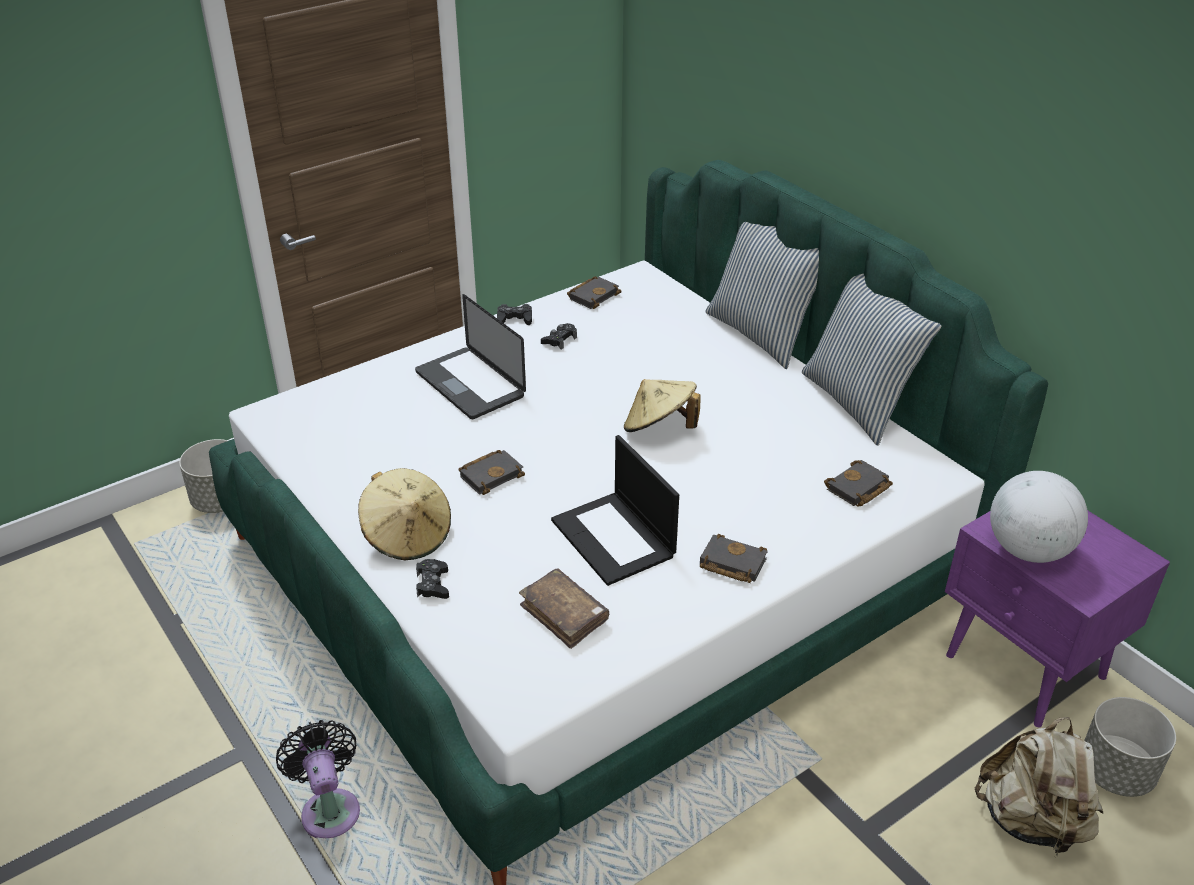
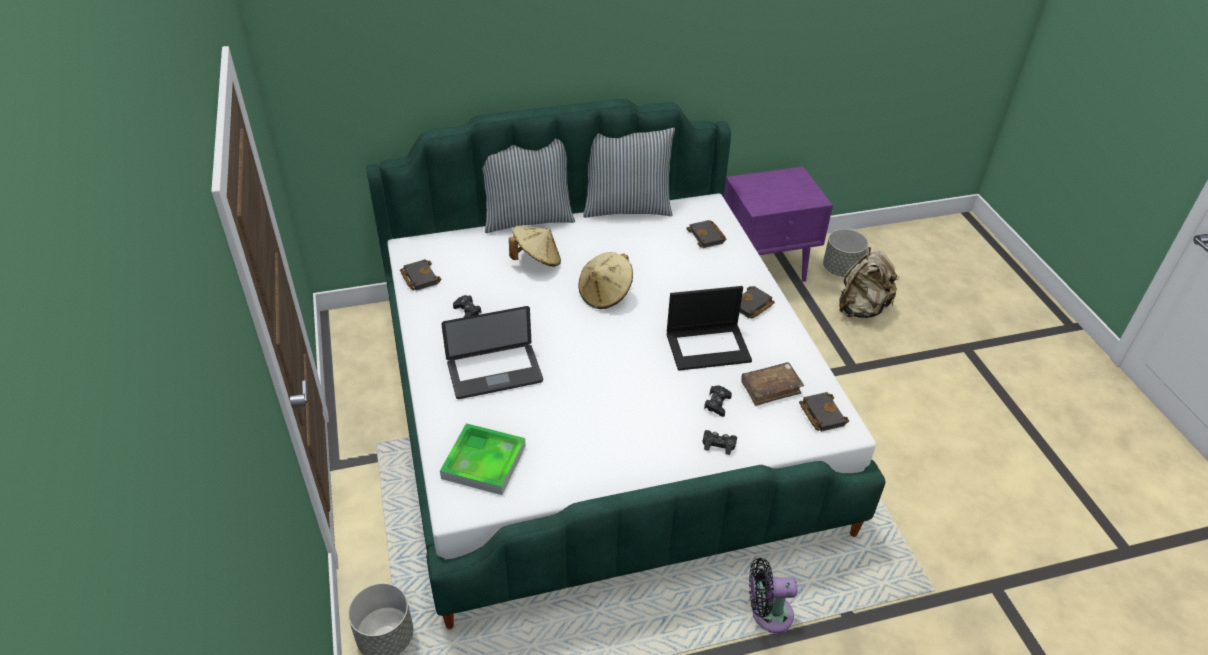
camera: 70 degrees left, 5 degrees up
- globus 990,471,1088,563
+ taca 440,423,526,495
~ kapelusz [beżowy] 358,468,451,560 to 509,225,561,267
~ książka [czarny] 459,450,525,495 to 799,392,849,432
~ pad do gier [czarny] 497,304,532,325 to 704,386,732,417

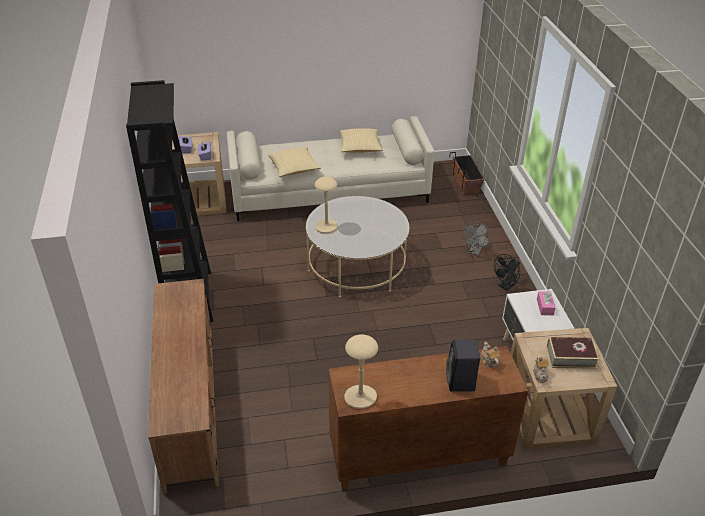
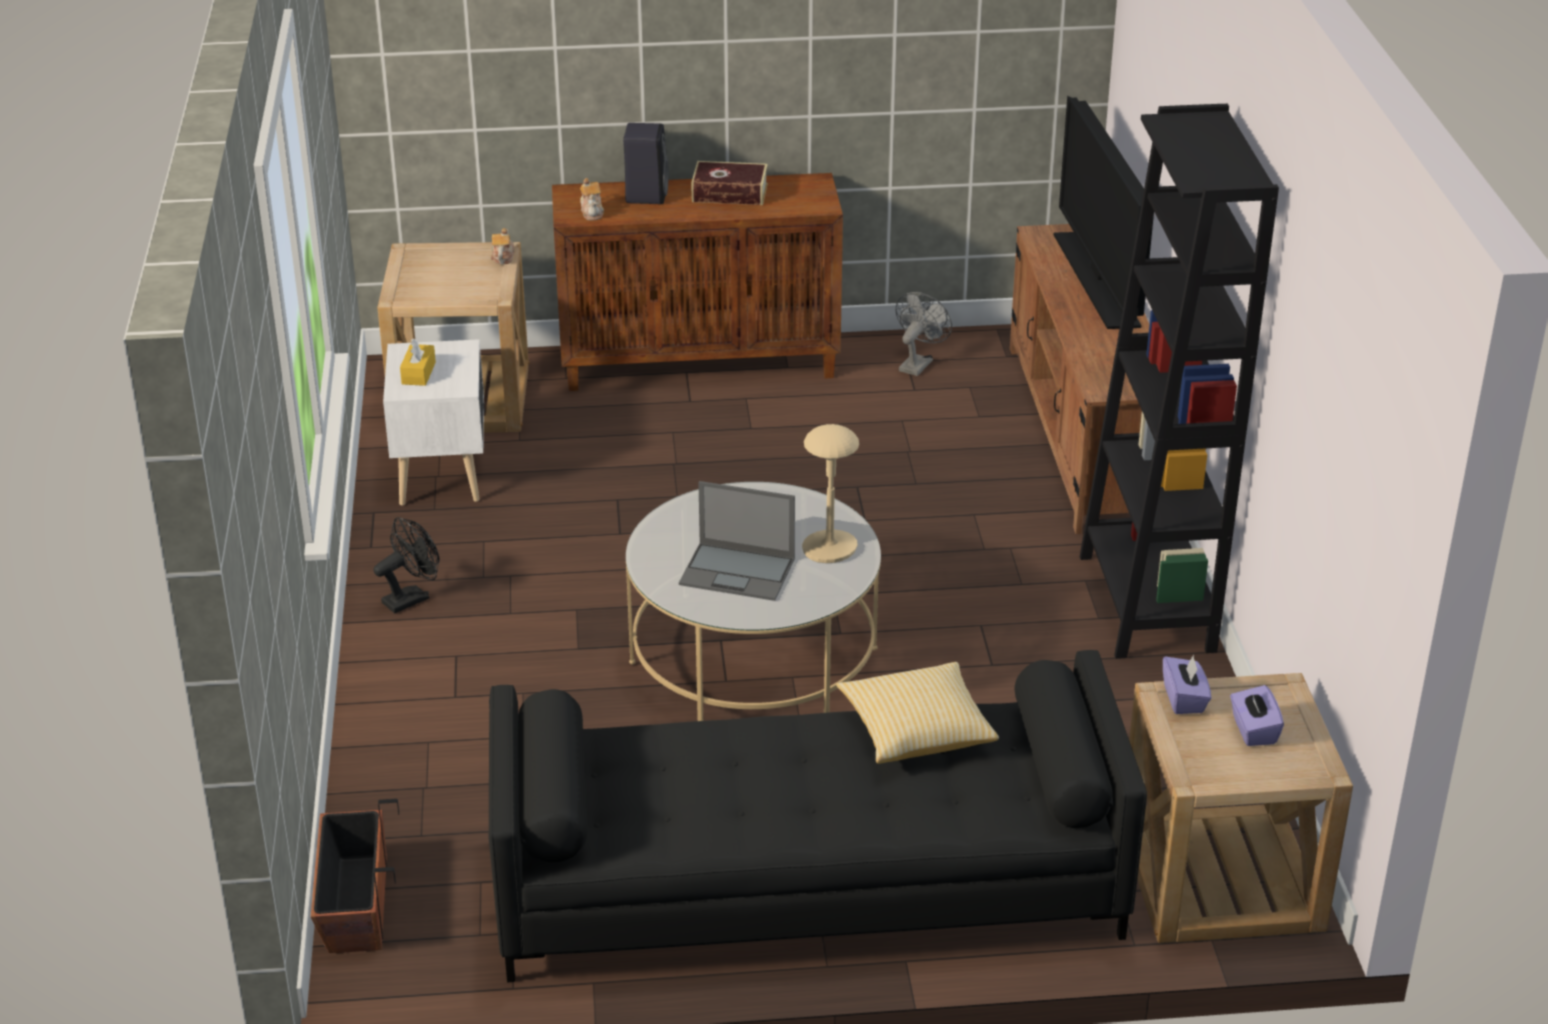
camera: 175 degrees left, 5 degrees down
- poduszka 339,128,383,153
- lampa stołowa [beżowy] 344,335,378,409
+ laptop 679,481,795,601
+ telewizor 1054,96,1154,329
~ wentylator [szary] 462,222,491,256 to 896,292,952,376
~ książka 547,337,599,369 to 692,161,768,205
~ kanapa [beżowy] 226,116,434,221 to kanapa [czarny] 488,650,1147,982
~ pudełko chusteczek [różowy] 537,290,555,315 to pudełko chusteczek [żółty] 400,338,436,386

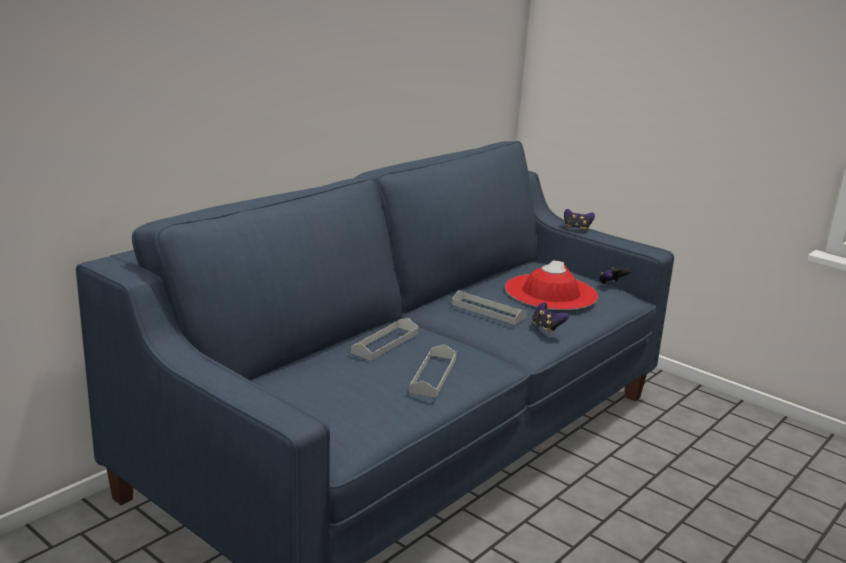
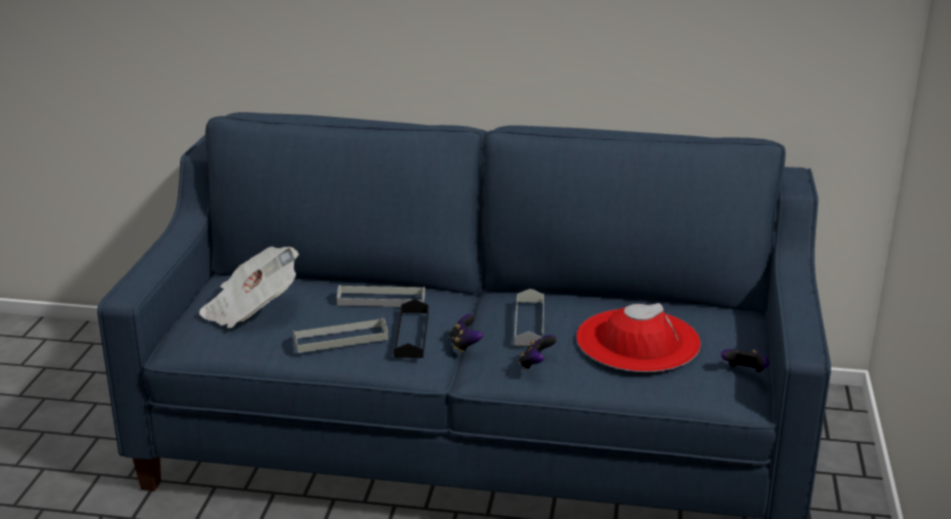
camera: 60 degrees right, 5 degrees up
+ gazeta 199,246,299,329
+ taca [czarny] 394,299,429,358
~ pad do gier 564,209,595,231 to 449,314,483,353

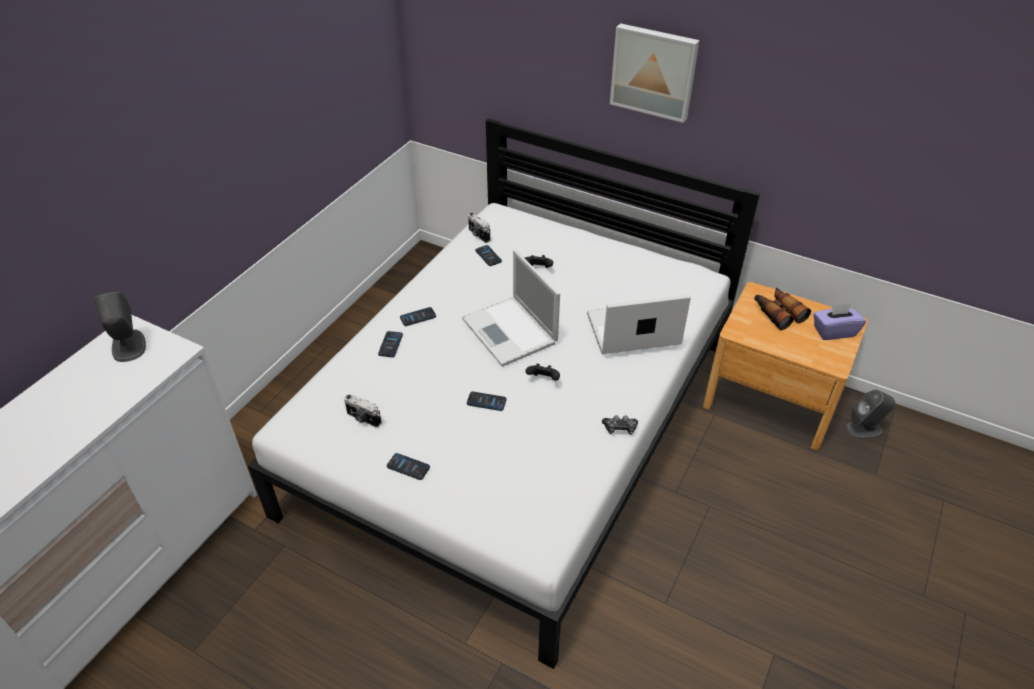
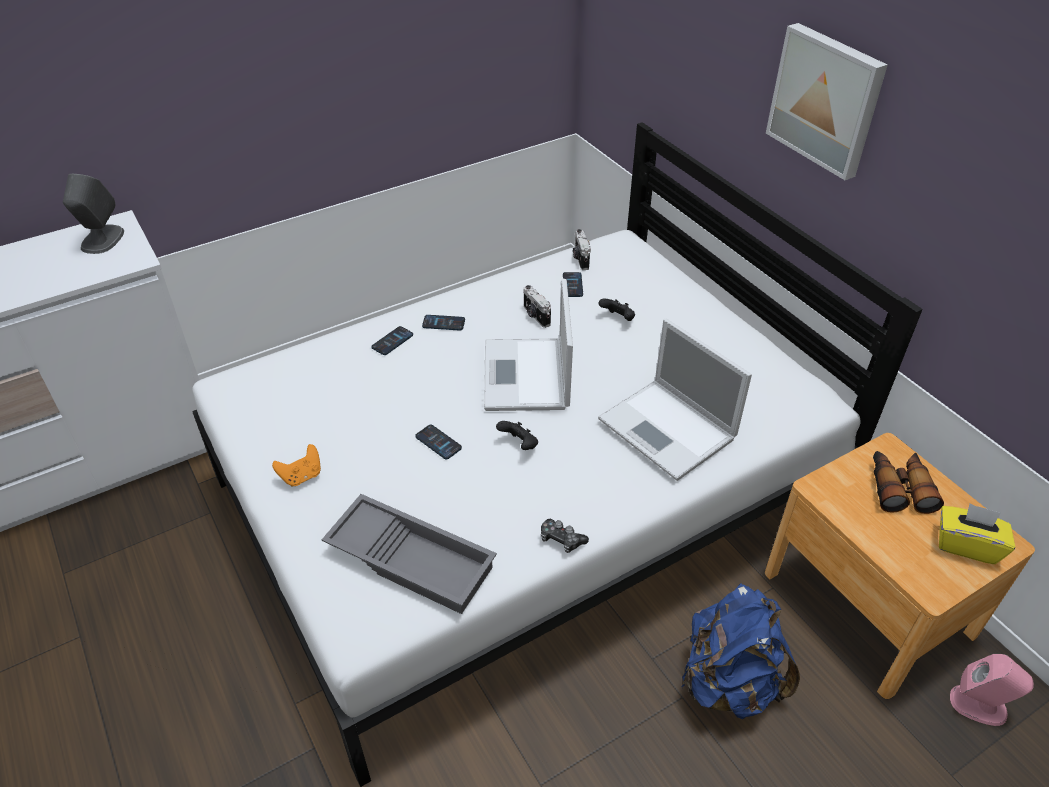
camera: 30 degrees right, 0 degrees up
+ taca [szary] 322,494,497,614
+ plecak [niebieski] 681,584,800,719
~ aparat fotograficzny 344,394,382,427 to 523,285,551,328
~ telefon 387,453,430,480 to pad do gier [pomarańczowy] 272,444,321,487
~ pudełko chusteczek [fioletowy] 813,303,866,340 to pudełko chusteczek [żółty] 939,503,1015,564
~ głośnik [szary] 846,389,896,439 to głośnik [różowy] 950,654,1034,726
~ laptop 587,294,691,354 = 598,319,752,481 150 degrees counterclockwise

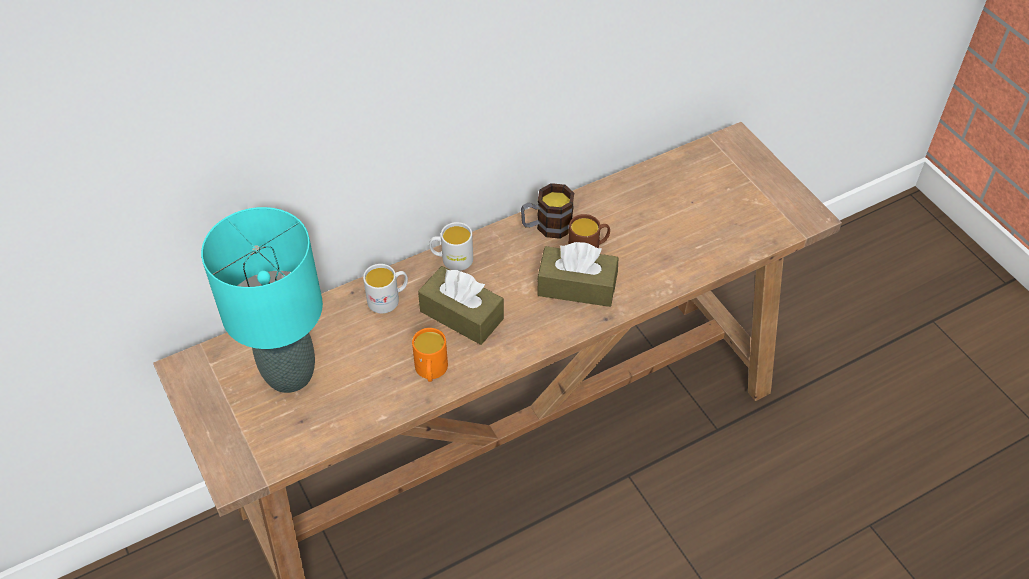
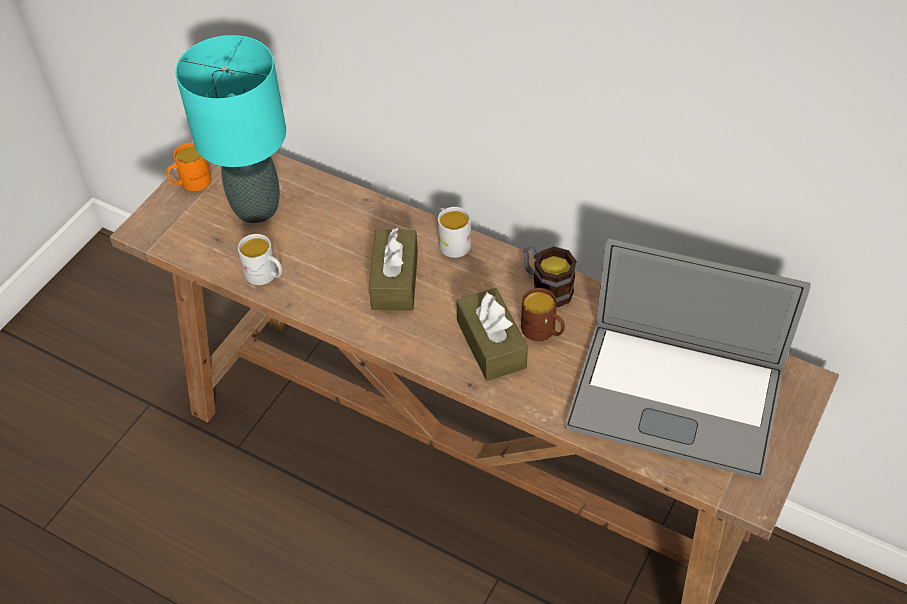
camera: 60 degrees right, 0 degrees up
+ laptop 565,238,810,479
~ kubek [biały] 363,264,408,314 to 238,234,282,285
~ kubek [pomarańczowy] 412,328,448,382 to 166,143,212,191

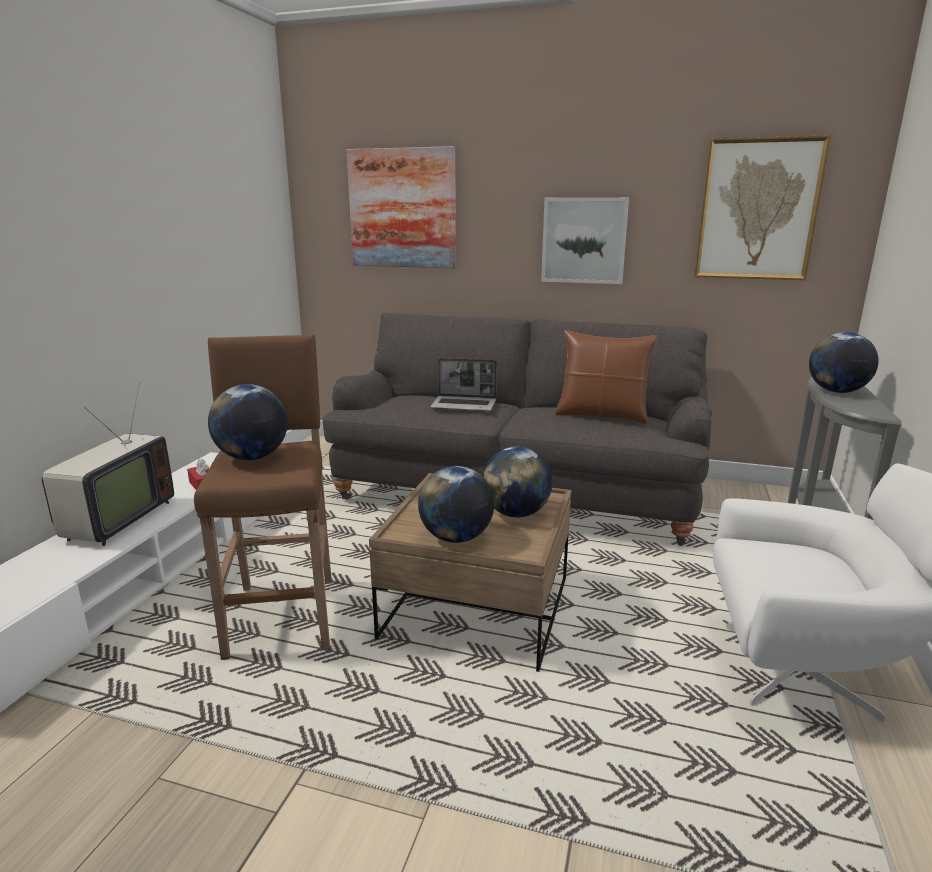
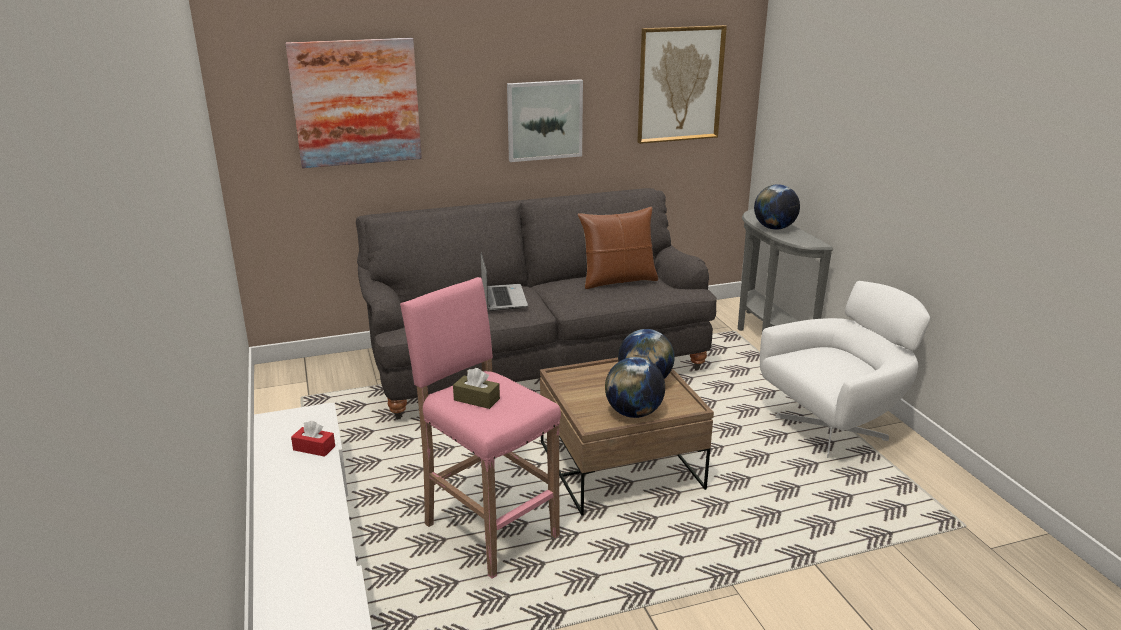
camera: 35 degrees left, 5 degrees up
- telewizor 42,383,174,546
~ globus 208,384,288,460 to pudełko chusteczek [brązowy] 453,368,500,409
~ stołek [brązowy] 194,335,332,660 to stołek [różowy] 400,277,561,579
~ laptop 430,358,497,412 = 481,252,528,311 75 degrees counterclockwise

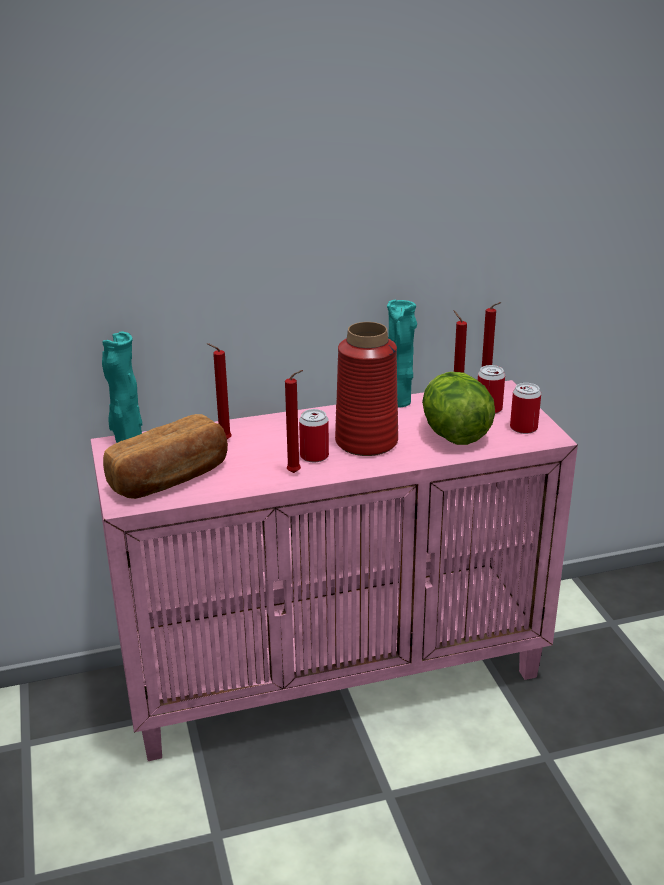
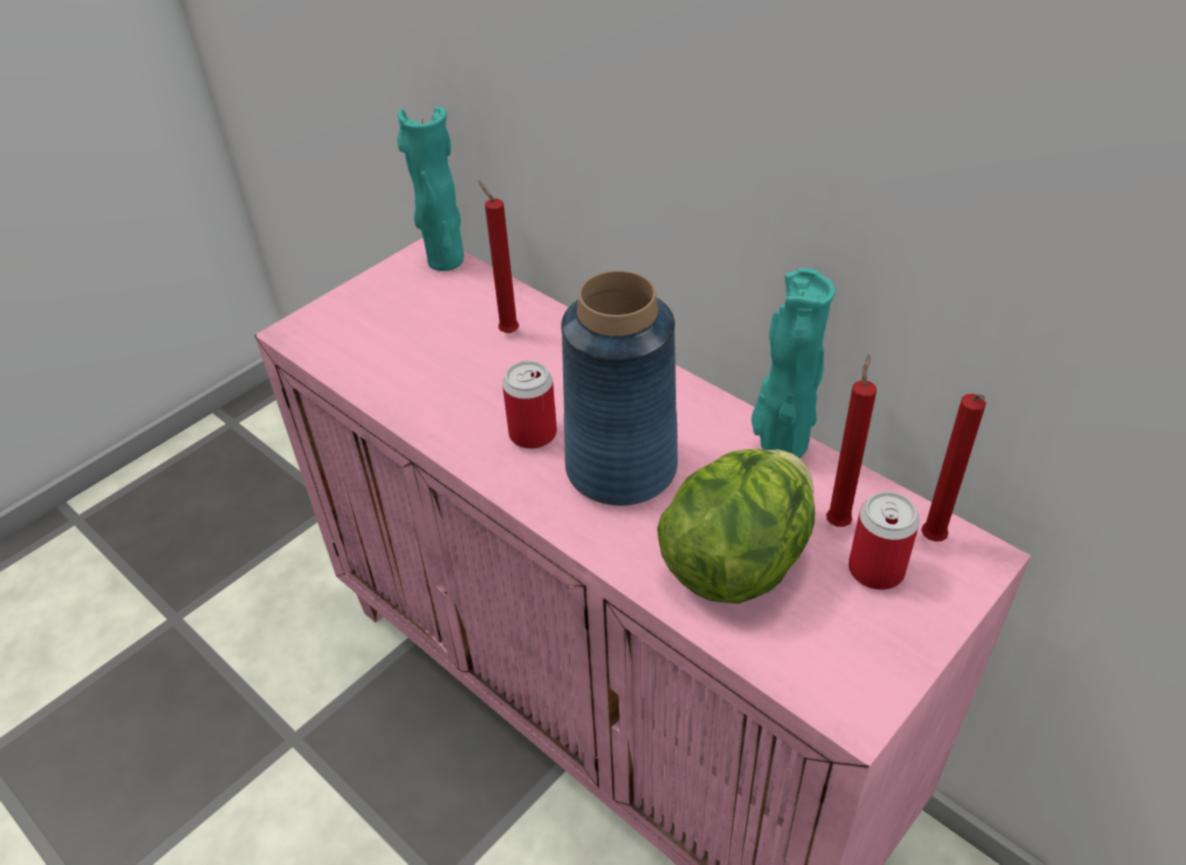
camera: 60 degrees right, 15 degrees up
- chleb 103,414,228,499
- świeca [czerwony] 285,370,303,473
- puszka 510,383,541,434
~ wazon [czerwony] 335,322,398,456 to wazon [niebieski] 561,270,678,506

